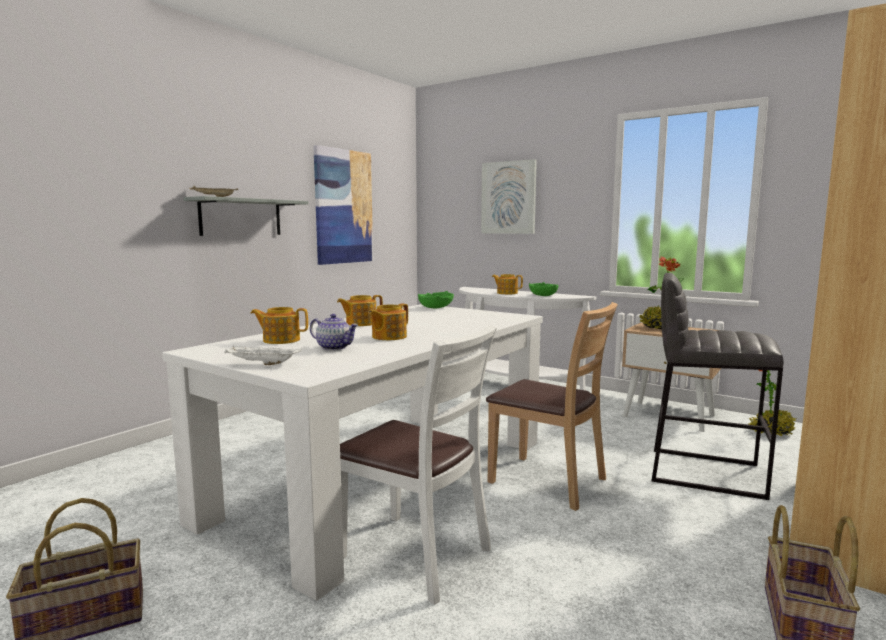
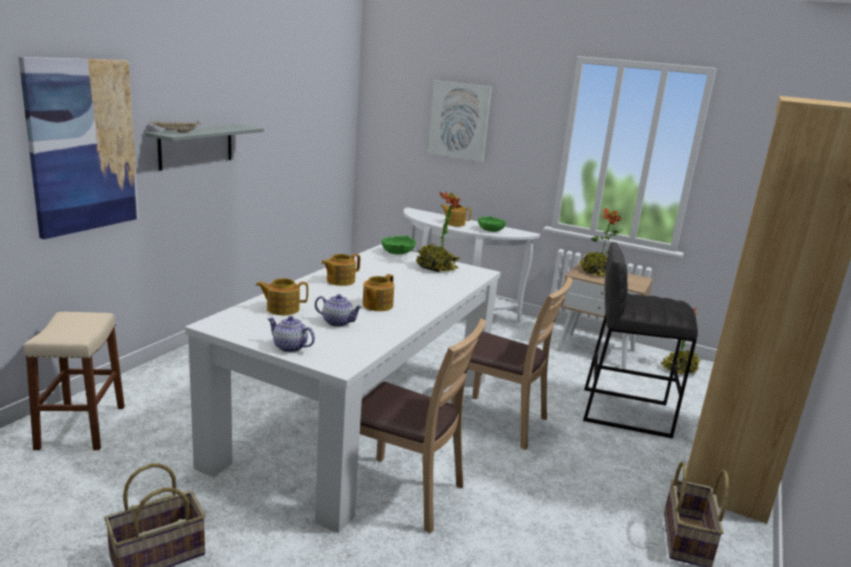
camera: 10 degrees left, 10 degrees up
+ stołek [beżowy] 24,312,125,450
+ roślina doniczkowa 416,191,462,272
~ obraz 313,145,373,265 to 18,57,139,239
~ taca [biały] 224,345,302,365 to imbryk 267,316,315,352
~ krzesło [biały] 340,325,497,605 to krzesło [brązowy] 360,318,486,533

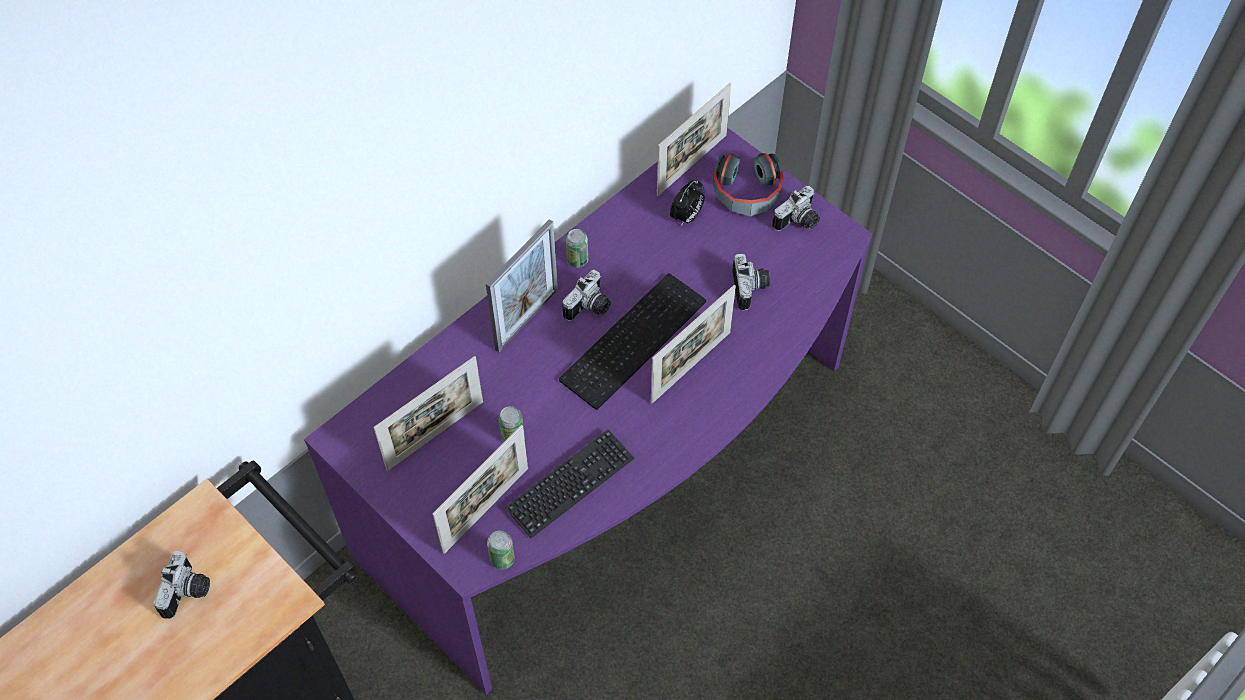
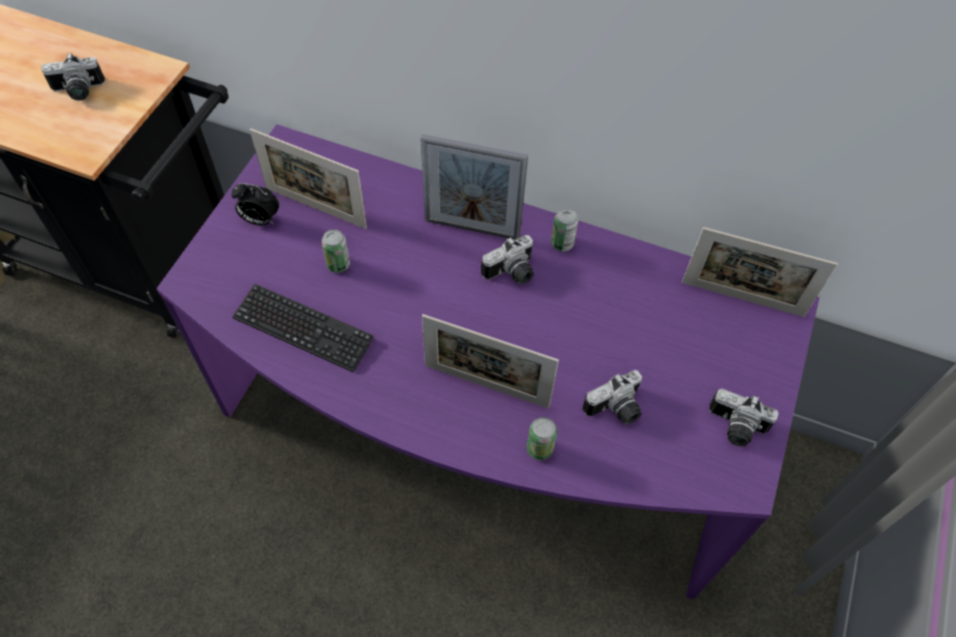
camera: 65 degrees right, 0 degrees up
- ramka na zdjęcie 432,425,528,554
- klawiatura 559,273,706,410
- słuchawki 713,153,783,216
~ puszka 487,530,515,569 to 527,417,557,460
~ budzik 670,180,705,226 to 231,183,279,225
~ aparat fotograficzny 562,270,611,321 = 481,235,534,284 45 degrees counterclockwise

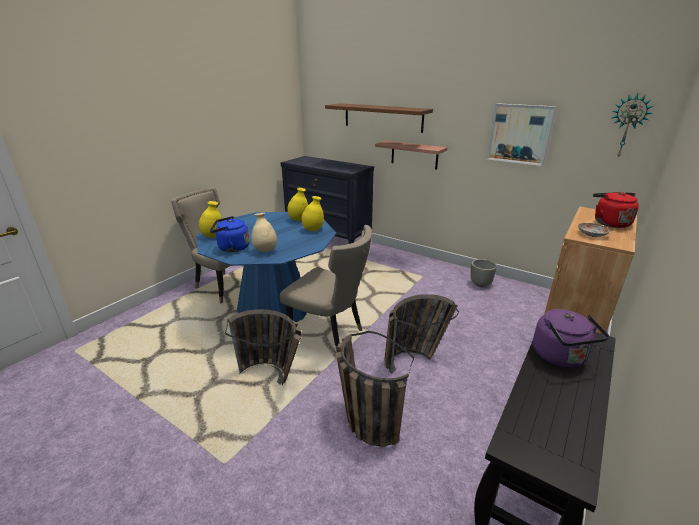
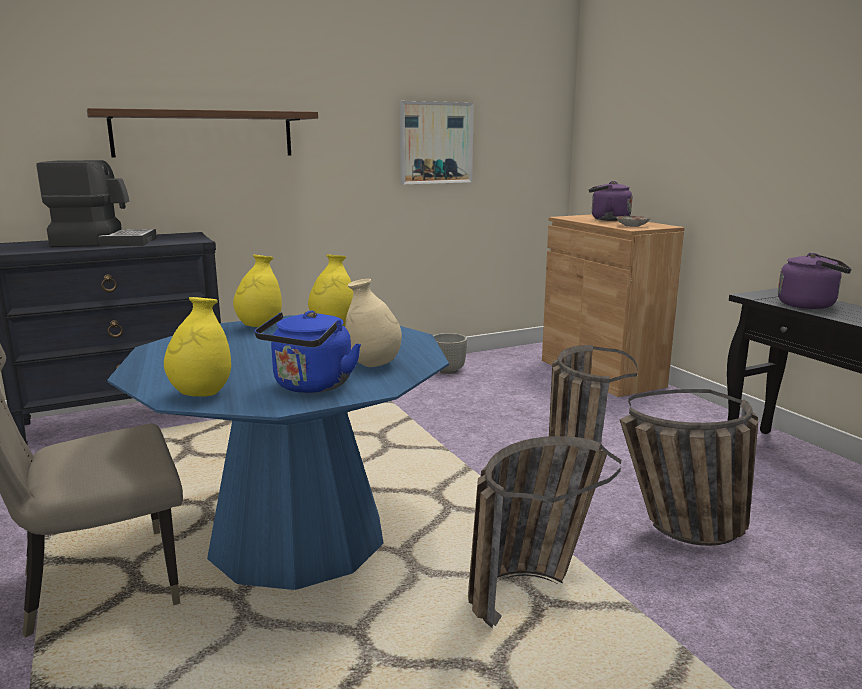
camera: 60 degrees left, 10 degrees down
- krzesło [beżowy] 280,225,372,351
- półka 375,141,447,169
- zegar ścienny 612,94,653,158
+ ekspres do kawy 36,160,157,247
~ czajnik [czerwony] 593,192,639,228 to czajnik [fioletowy] 589,181,632,221

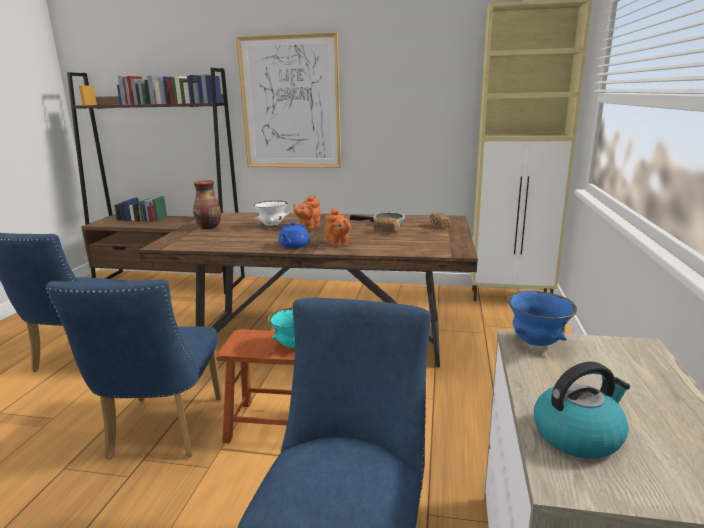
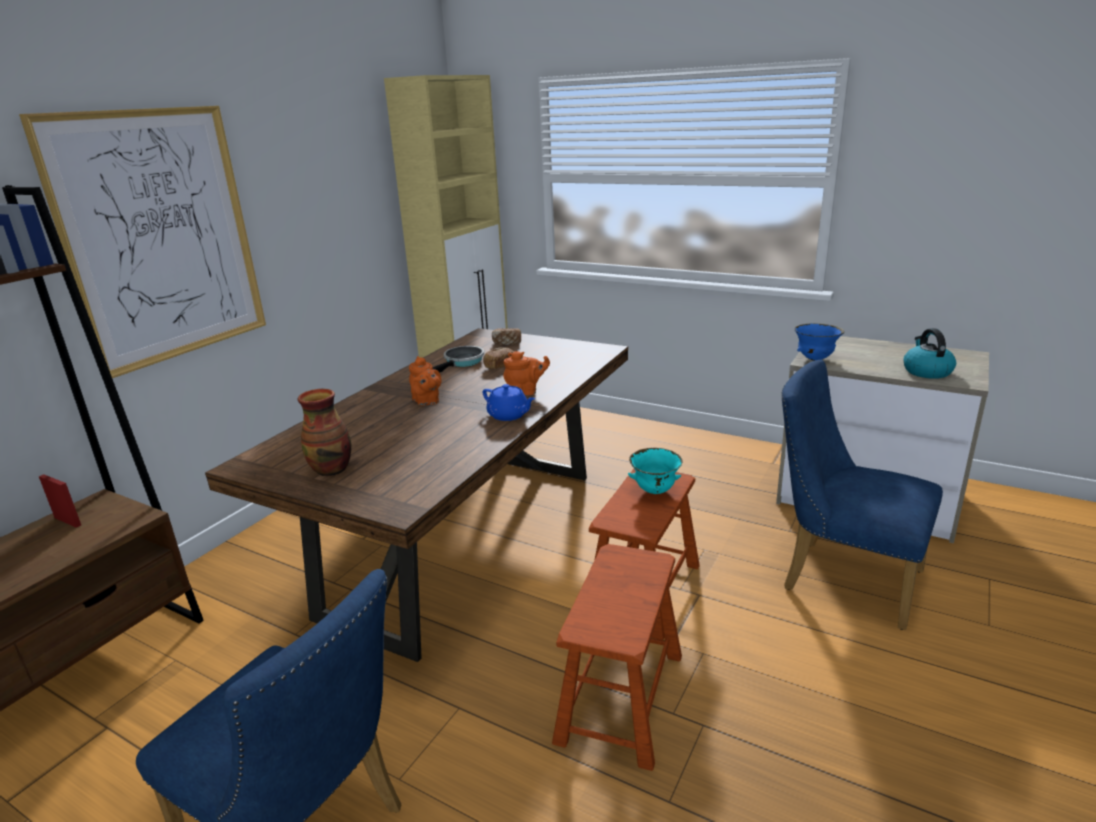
camera: 70 degrees left, 5 degrees up
- miska [biały] 254,200,289,227
~ krzesło [niebieski] 46,279,222,460 to stołek [brązowy] 552,544,682,771

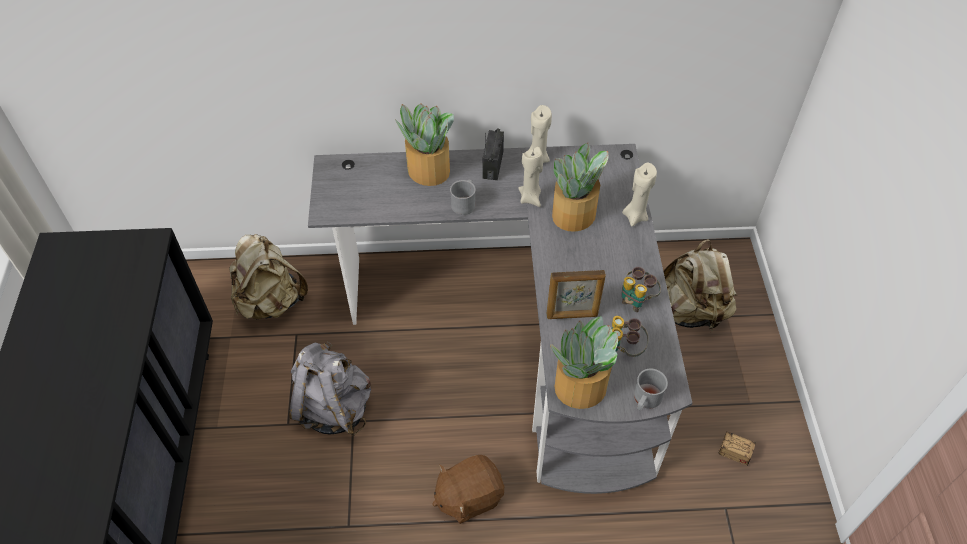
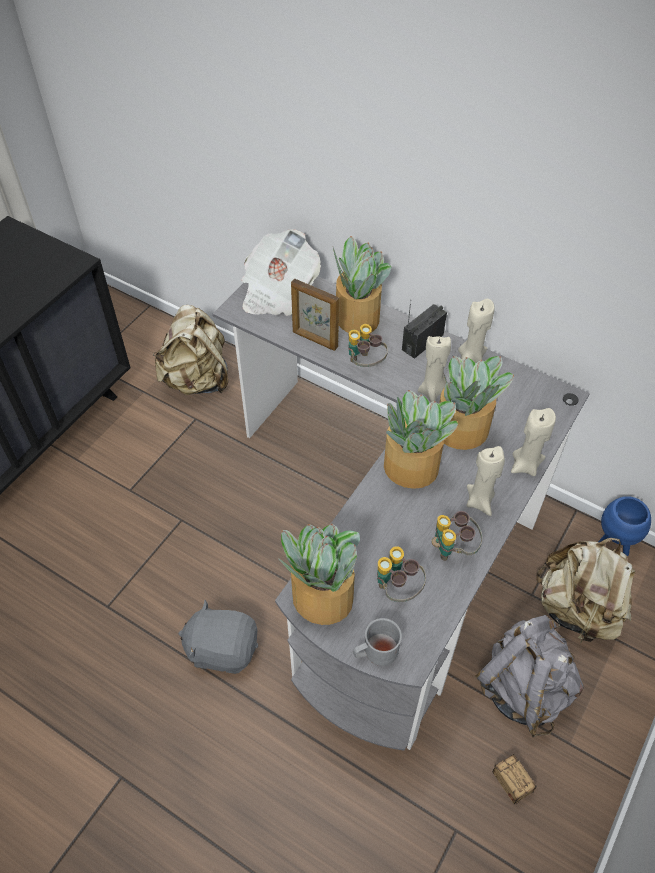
camera: 35 degrees right, 0 degrees up
+ gazeta 242,229,321,316
+ roślina doniczkowa 384,390,458,489
+ świeca [beżowy] 467,446,505,516
+ donica [niebieski] 598,496,651,556
~ plecak [szary] 290,342,371,436 to 475,615,583,737
~ ramka na zdjęcie 546,270,606,319 to 291,279,339,351
~ kubek [szary] 450,179,476,215 to lornetka 348,324,388,367
~ pluszak [brązowy] 432,455,504,524 to pluszak [szary] 178,600,258,674

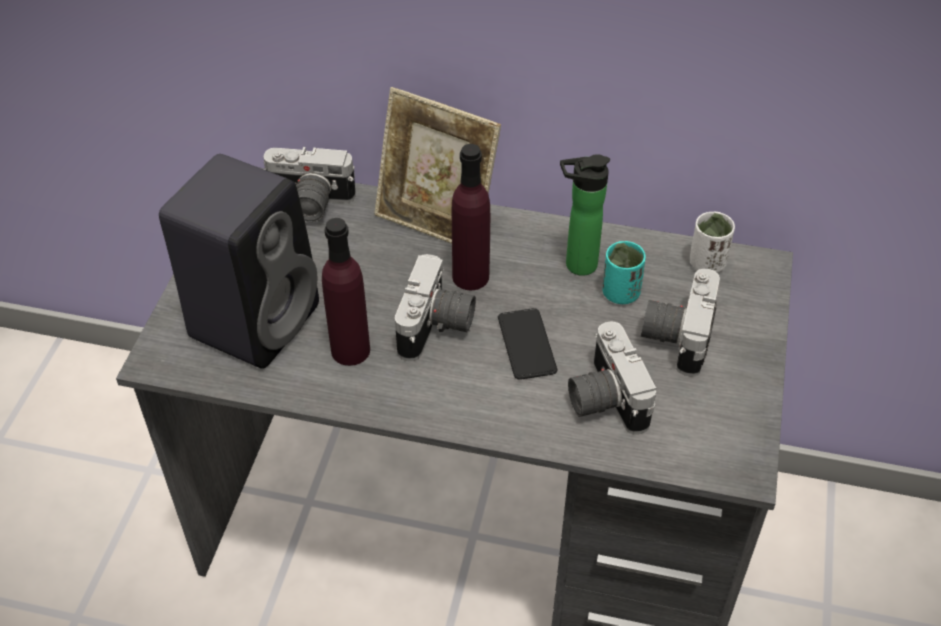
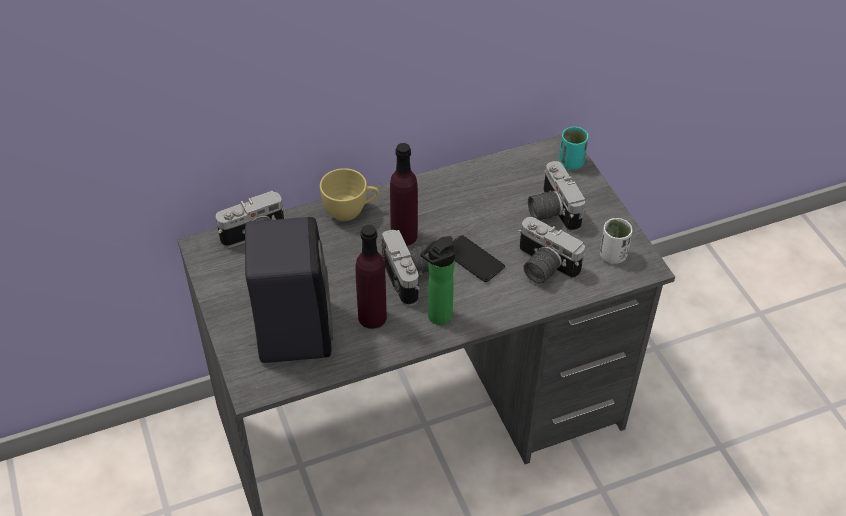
camera: 35 degrees left, 0 degrees up
~ butelka 560,154,610,276 to 420,236,455,325
~ filiżanka [turkusowy] 602,241,646,304 to 559,127,588,170
~ filiżanka [biały] 690,212,735,273 to 600,218,632,264
~ ramka na zdjęcie 374,87,501,244 to filiżanka [żółty] 320,168,379,221

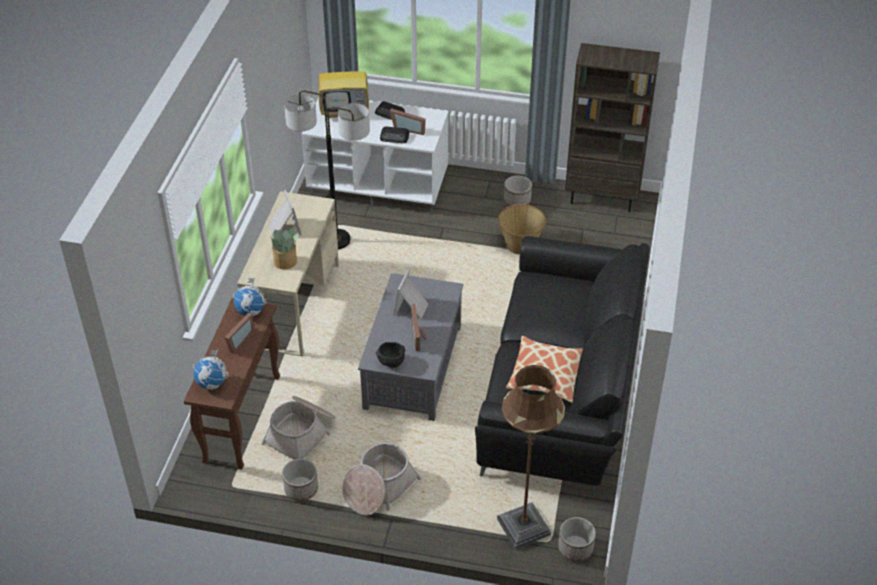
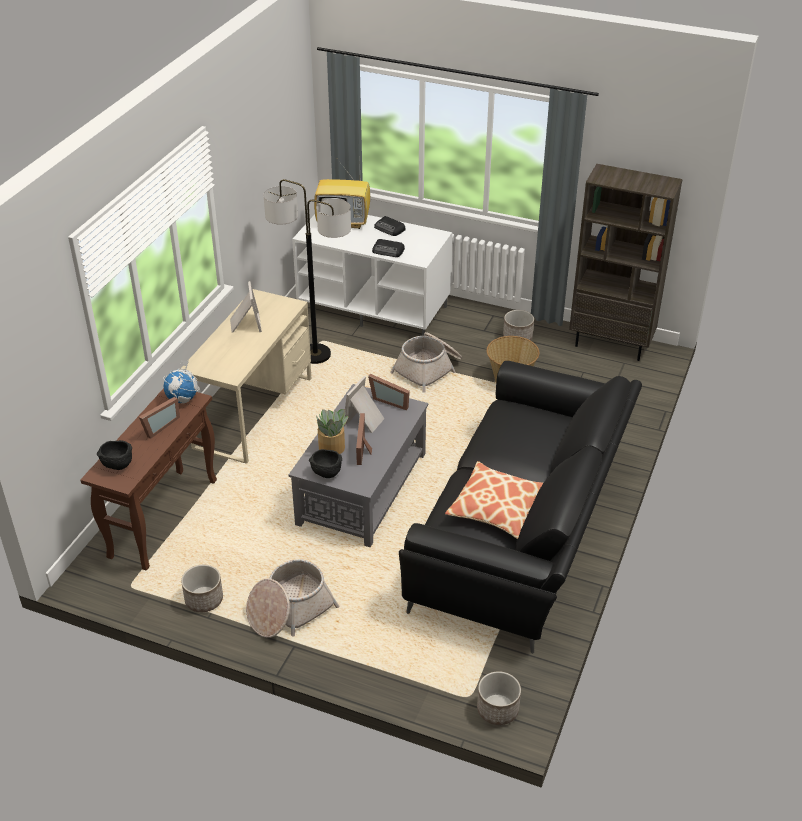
camera: 10 degrees right, 5 degrees down
- lampa stojąca [brązowy] 497,365,565,550
~ koszyk 261,396,335,459 to 390,332,462,393
~ roślina doniczkowa 270,227,299,269 to 316,409,349,454
~ ramka na zdjęcie 390,108,426,135 to 368,374,410,410
~ globus 193,350,228,390 to miska [czarny] 97,440,132,470

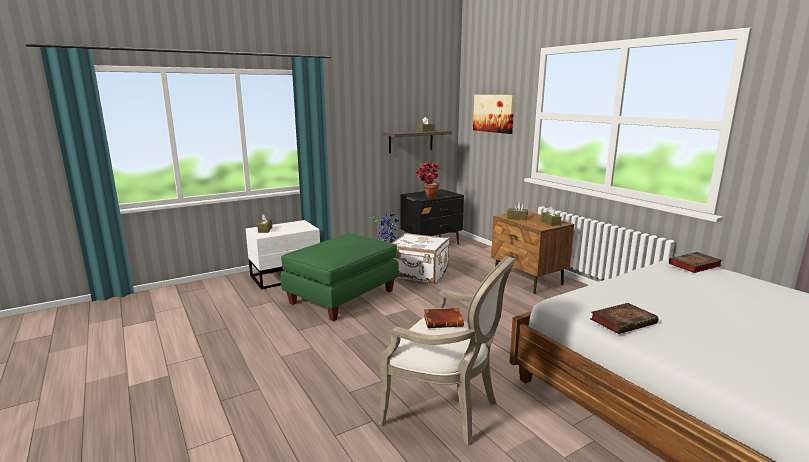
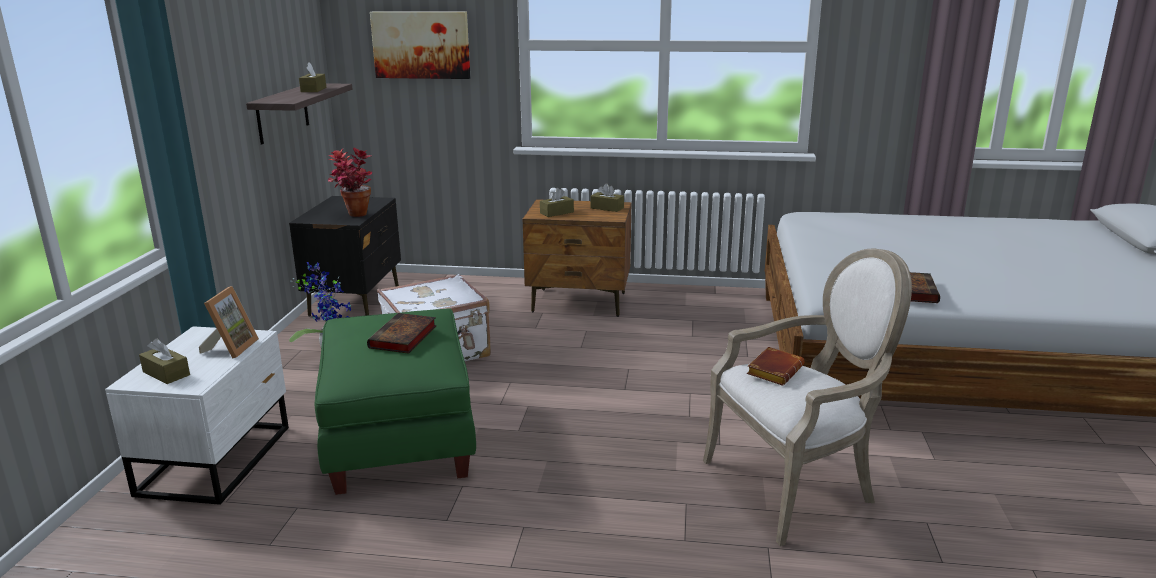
camera: 50 degrees left, 5 degrees up
+ ramka na zdjęcie 199,286,259,358
~ książka 669,252,723,273 to 367,313,437,354

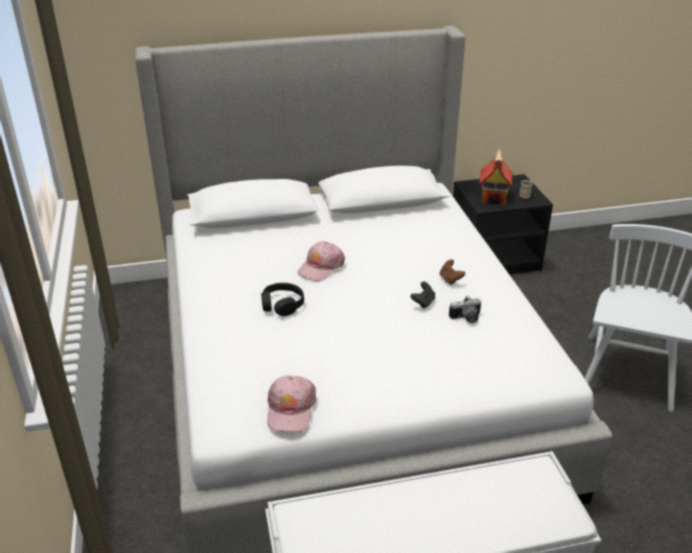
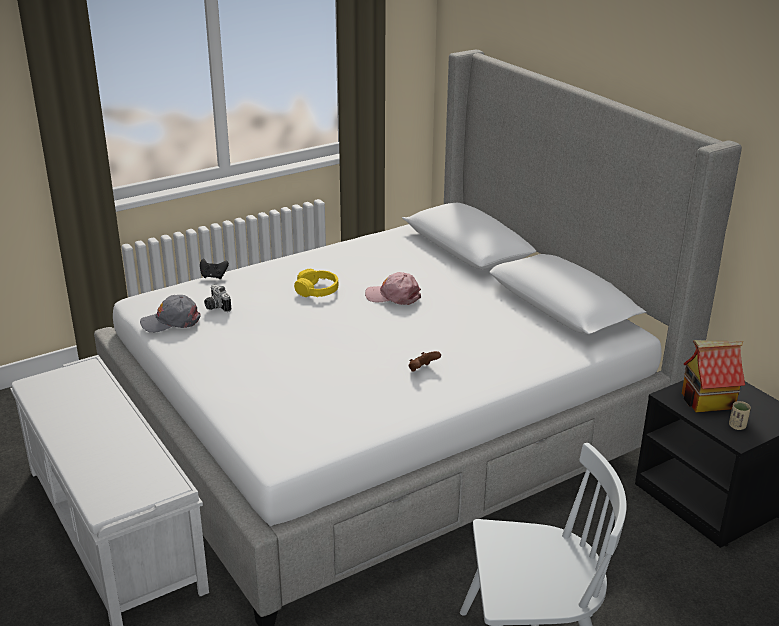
camera: 70 degrees right, 5 degrees down
~ pad do gier [czarny] 410,281,435,309 to 200,259,229,279
~ aparat fotograficzny 449,296,481,323 to 204,284,231,312
~ słuchawki [czarny] 261,283,304,316 to słuchawki [żółty] 294,269,338,297
~ czapka z daszkiem [różowy] 267,376,316,432 to czapka z daszkiem [szary] 140,295,201,333

